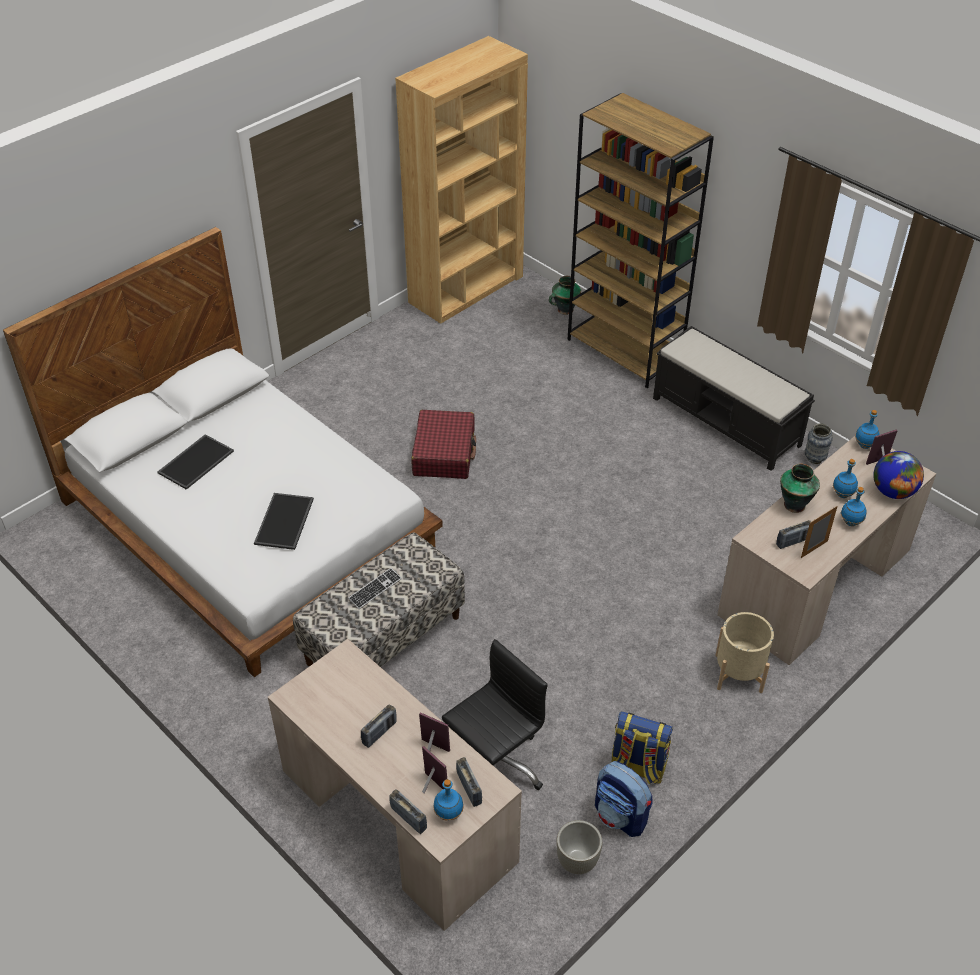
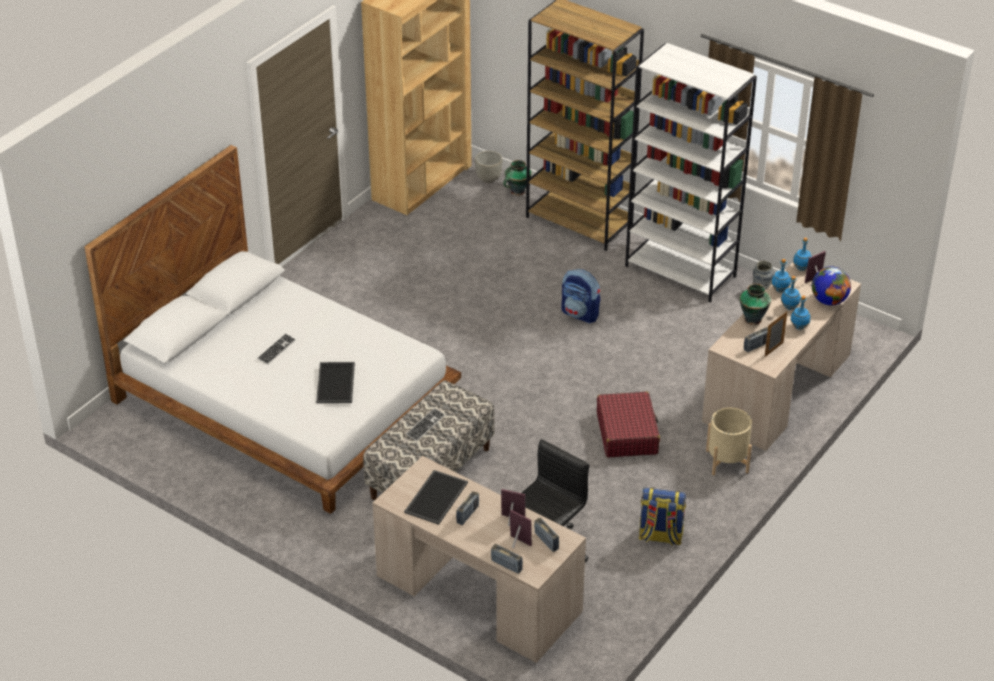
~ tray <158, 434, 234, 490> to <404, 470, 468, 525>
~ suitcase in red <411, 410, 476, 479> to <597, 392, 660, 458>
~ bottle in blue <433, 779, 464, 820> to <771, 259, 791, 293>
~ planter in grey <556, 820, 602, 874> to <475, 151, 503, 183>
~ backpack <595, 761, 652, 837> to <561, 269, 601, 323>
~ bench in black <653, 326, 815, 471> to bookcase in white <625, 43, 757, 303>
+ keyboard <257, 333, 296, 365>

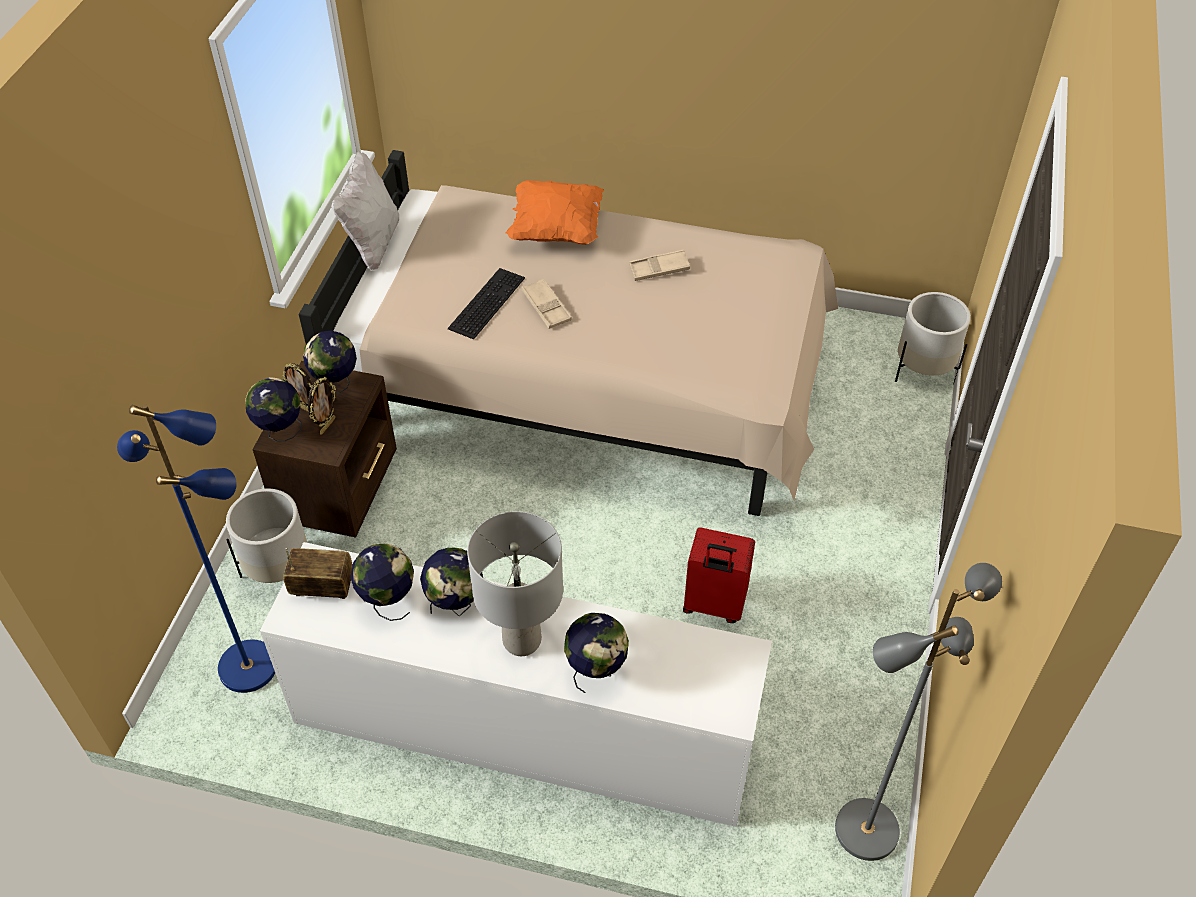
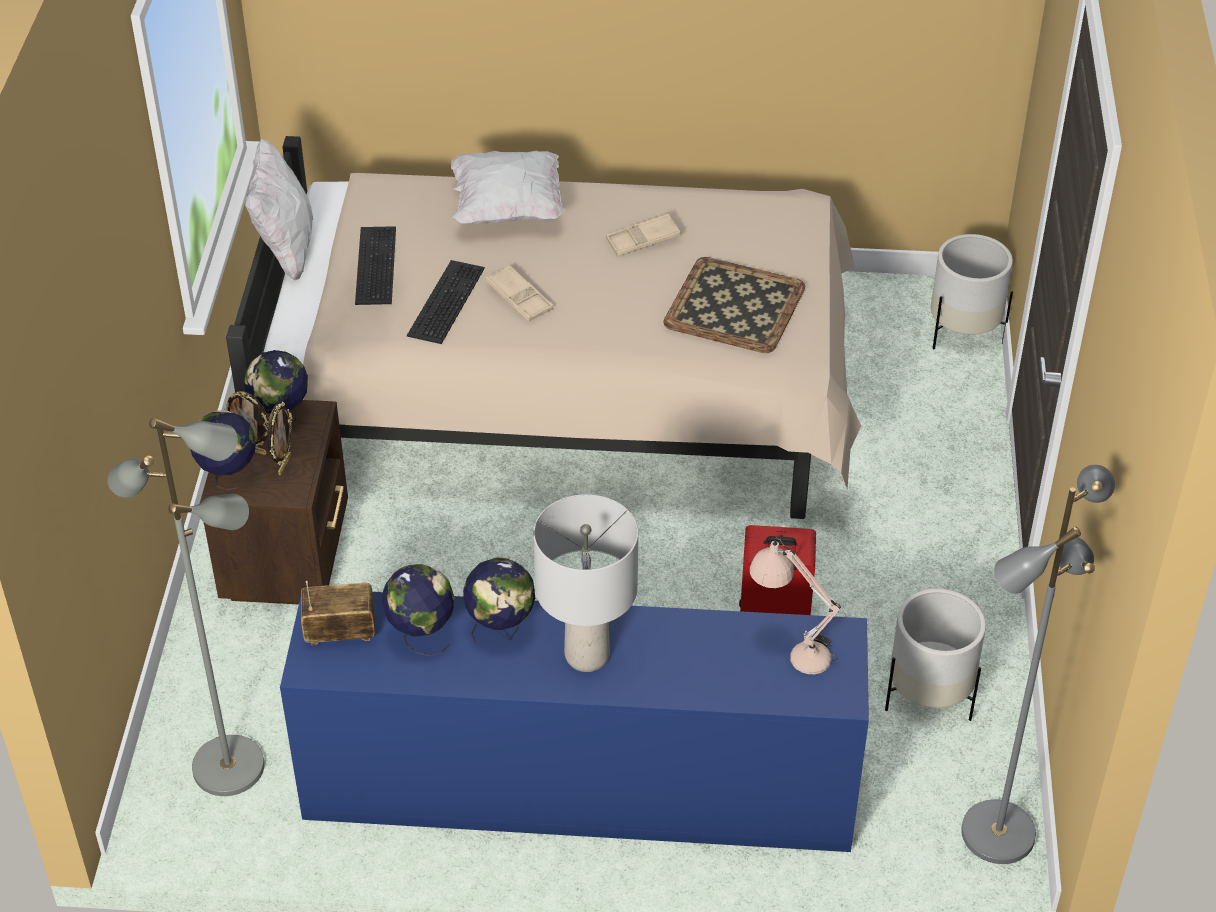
~ floor lamp in blue <117, 405, 275, 693> to floor lamp in grey <108, 418, 264, 796>
~ planter in white <226, 488, 307, 583> to <885, 588, 986, 721>
~ dresser in white <260, 542, 772, 827> to dresser in blue <280, 592, 869, 852>
~ pillow in orange <506, 180, 604, 245> to pillow in white <451, 151, 565, 225>
- globe <564, 613, 629, 693>
+ keyboard <355, 226, 396, 305>
+ tray <663, 257, 805, 353>
+ table lamp in beige <750, 538, 841, 674>

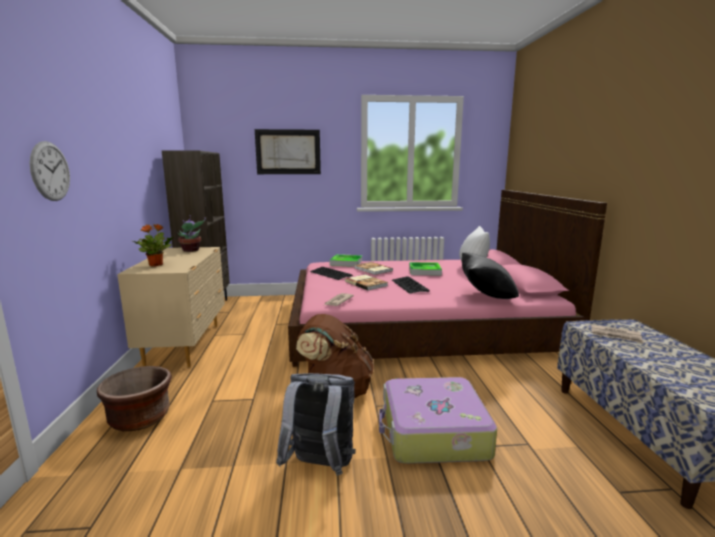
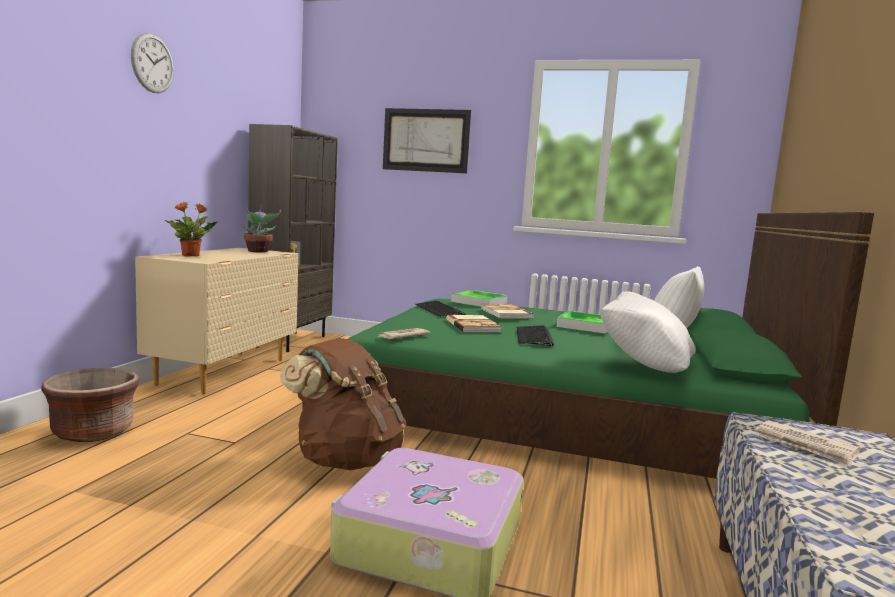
~ wall clock <30, 141, 70, 201> to <131, 33, 174, 93>
- backpack in grey <276, 373, 356, 476>
~ bed in pink <288, 190, 607, 367> to bed in green <348, 212, 874, 479>
~ pillow in black <462, 253, 519, 299> to pillow in white <601, 291, 696, 373>

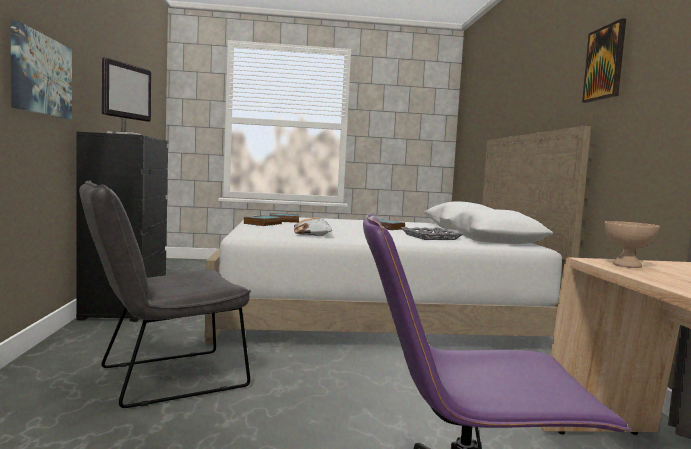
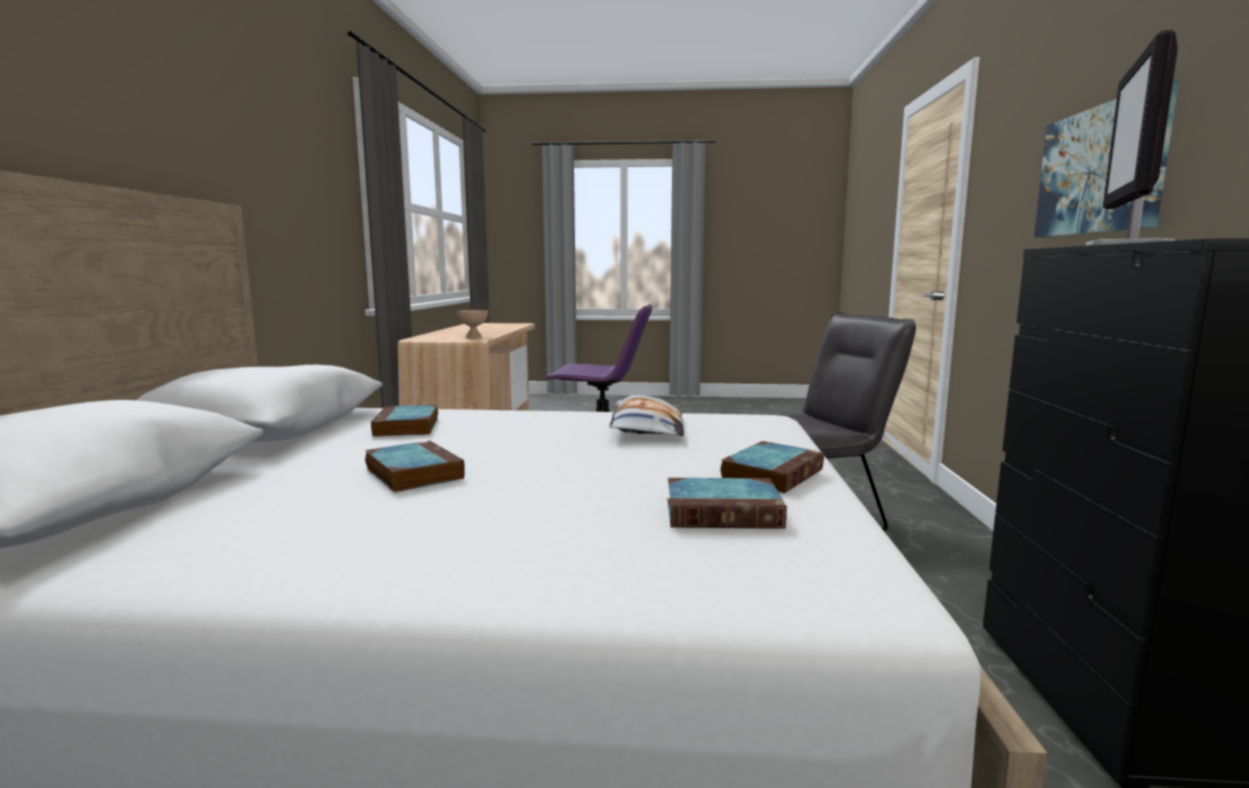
~ tray in grey <401, 227, 463, 240> to book <371, 404, 438, 437>
- picture <582, 18, 626, 103>

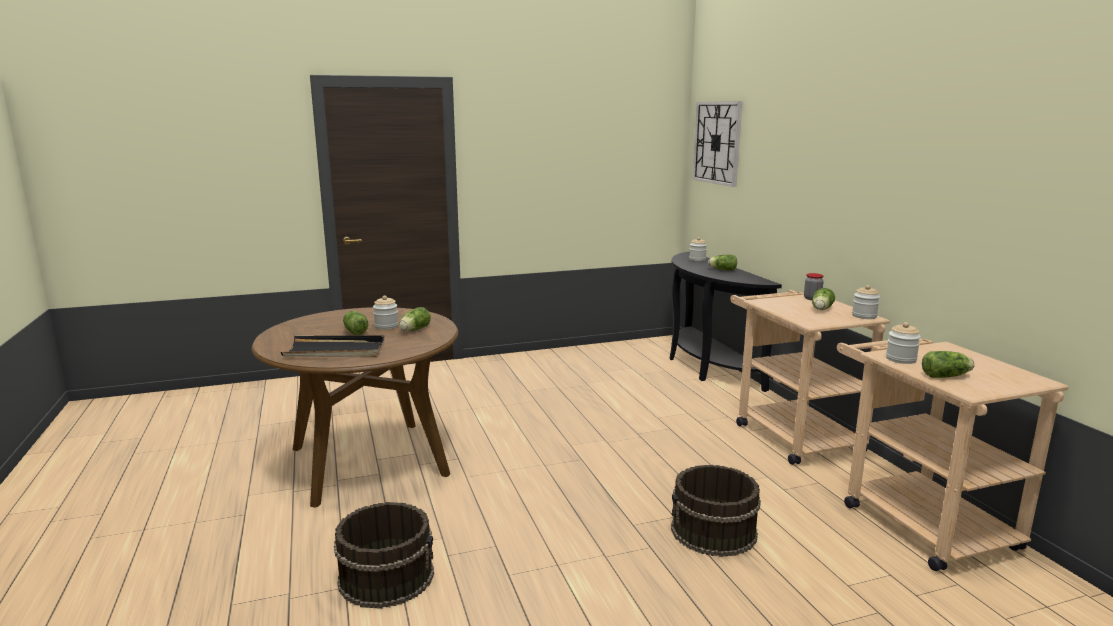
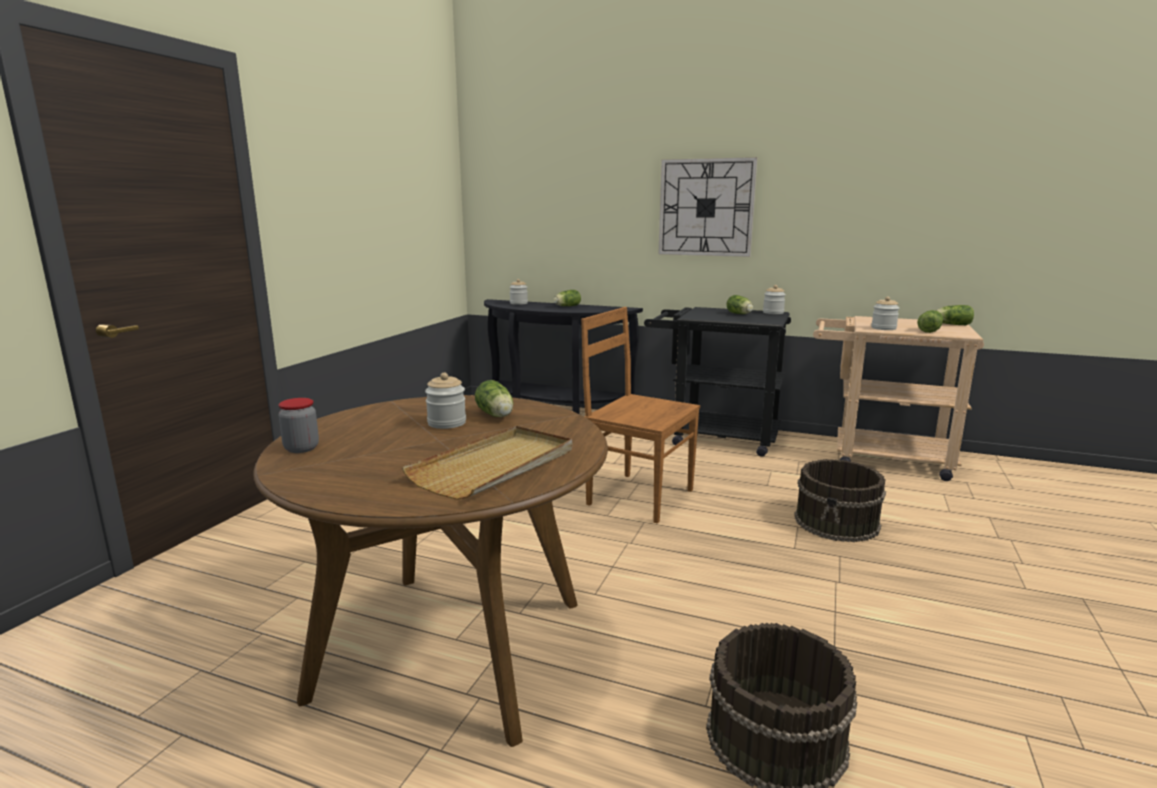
~ tray in black <281, 336, 385, 357> to tray in beige <402, 426, 572, 500>
~ lettuce <343, 311, 368, 335> to <936, 305, 974, 325>
~ wall clock <692, 101, 742, 187> to <658, 157, 757, 257>
~ cart in beige <730, 290, 890, 465> to cart in black <644, 307, 791, 457>
~ jar <804, 273, 824, 300> to <278, 398, 319, 453>
+ chair in brown <581, 307, 700, 524>

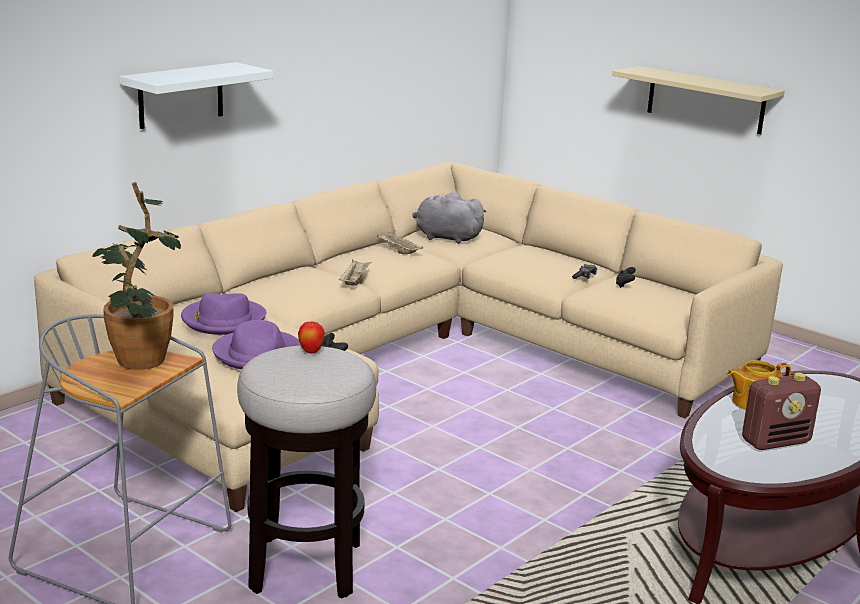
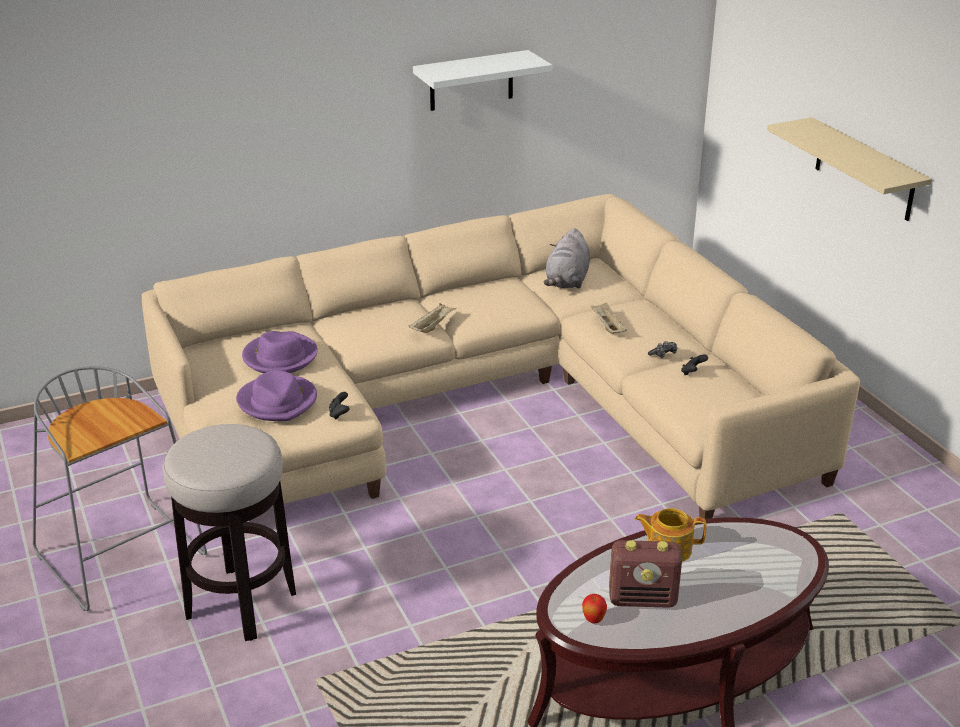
- potted plant <93, 182, 181, 370>
~ shelf in white <120, 62, 273, 129> to <413, 50, 552, 111>
~ apple <298, 321, 325, 354> to <582, 594, 607, 623>
~ tray in beige <377, 232, 423, 254> to <591, 303, 627, 334>
~ plush toy in grey <412, 192, 487, 244> = <543, 228, 590, 289> 120 degrees counterclockwise

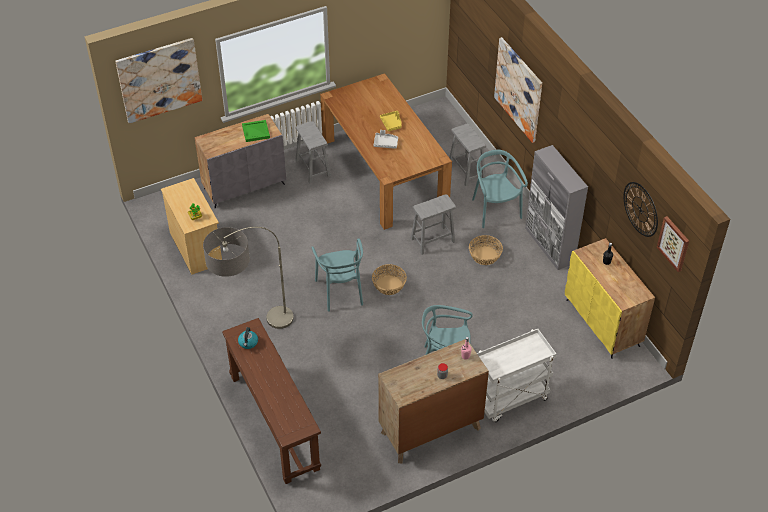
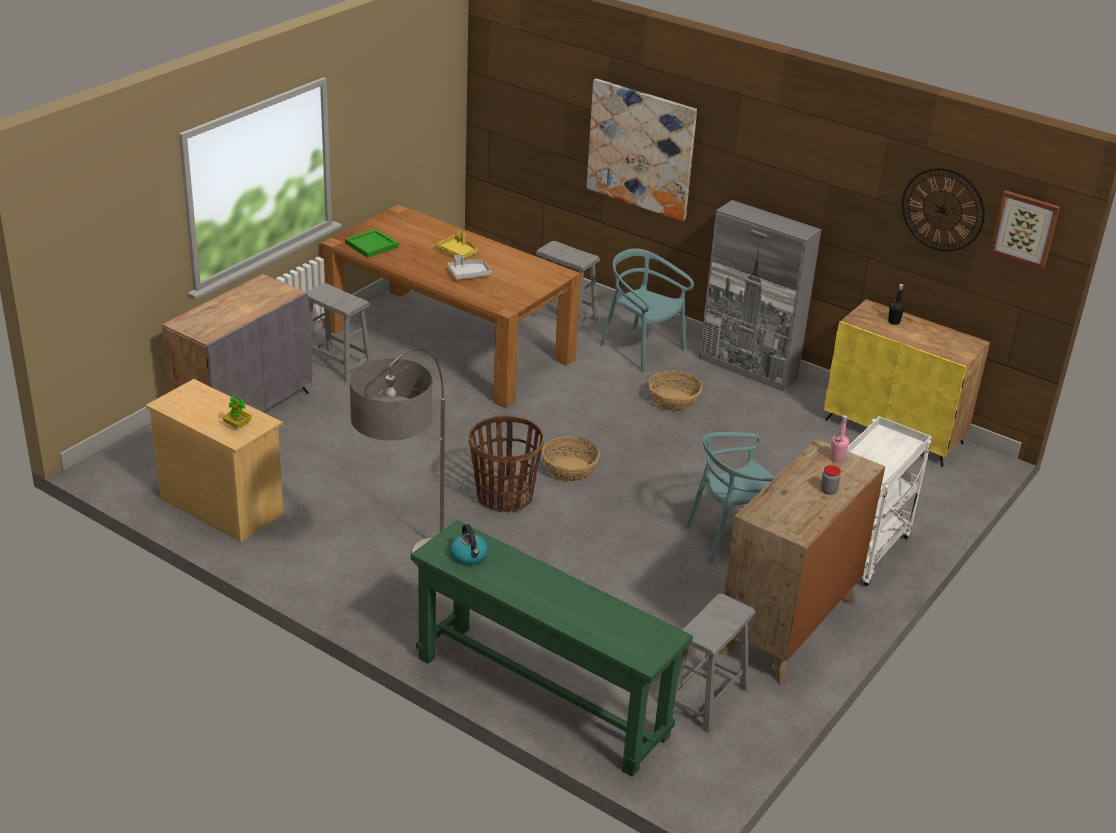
- picture <115, 38, 202, 124>
~ console table in brown <222, 318, 321, 484> to console table in green <411, 520, 693, 777>
~ tray in green <242, 120, 270, 142> to <345, 229, 399, 258>
~ chair in turquoise <311, 238, 363, 312> to basket <469, 416, 544, 513>
~ stool in grey <411, 194, 456, 255> to <675, 594, 755, 733>

